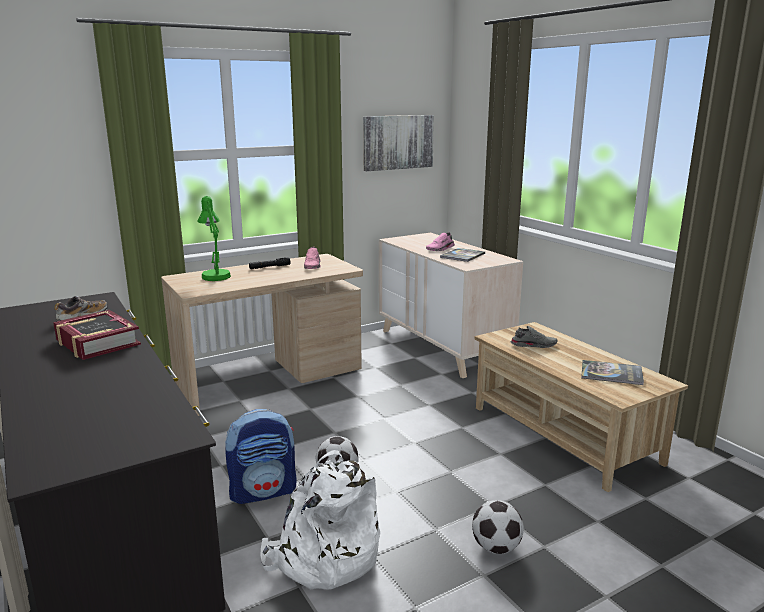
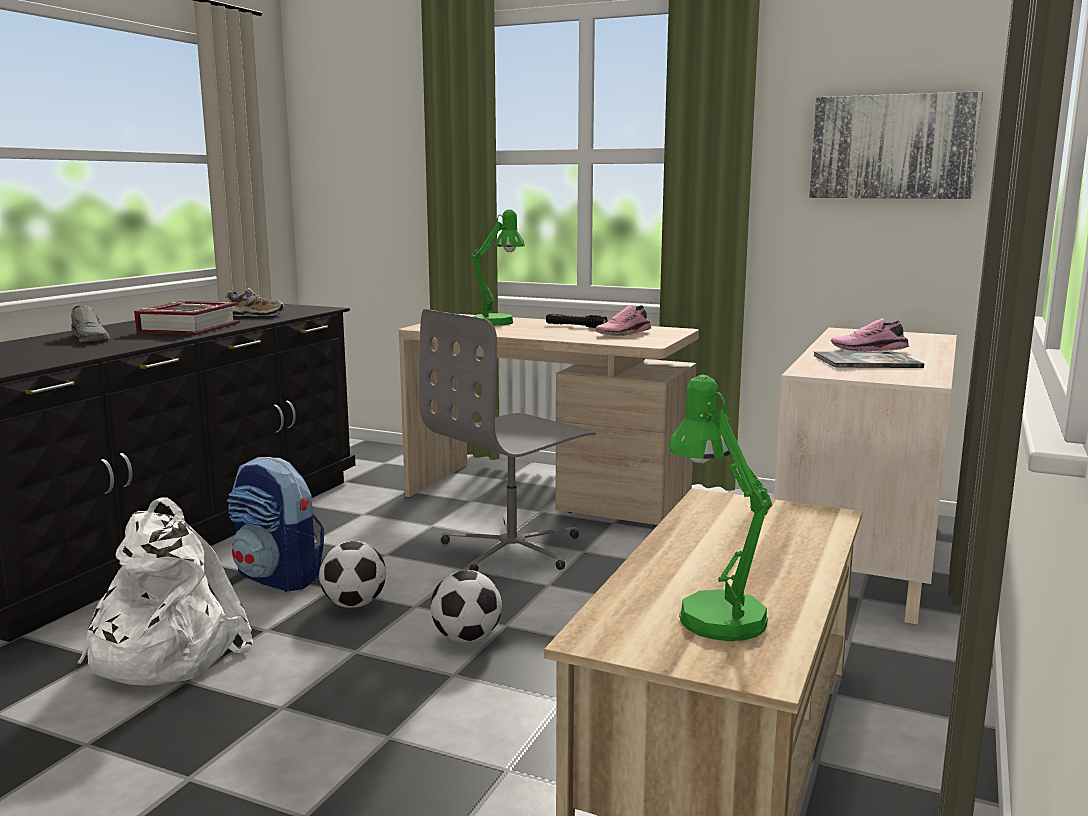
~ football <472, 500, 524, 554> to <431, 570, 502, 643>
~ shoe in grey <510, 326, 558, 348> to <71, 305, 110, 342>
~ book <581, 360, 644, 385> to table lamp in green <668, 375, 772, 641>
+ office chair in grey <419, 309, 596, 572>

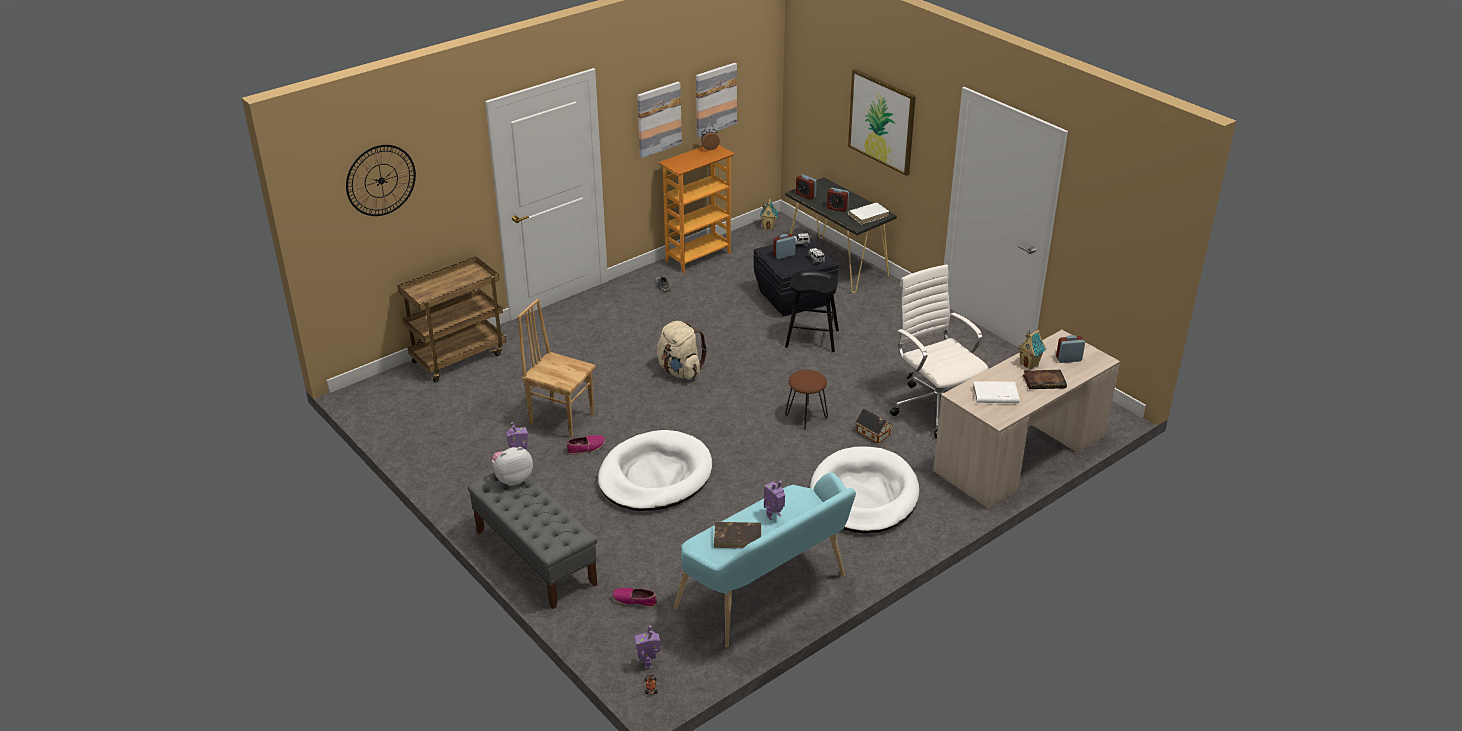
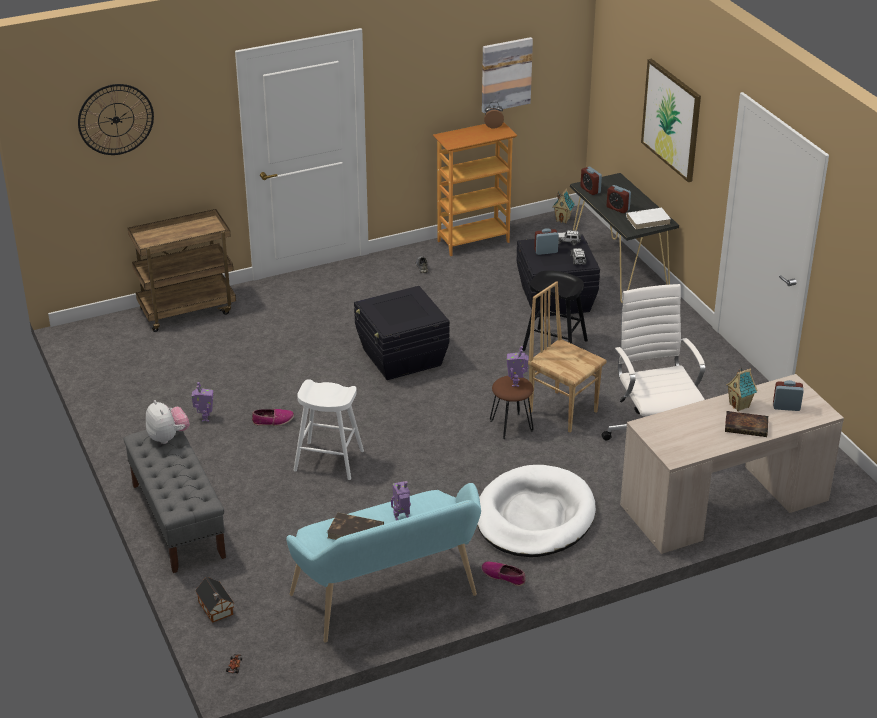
~ plush toy <492, 447, 533, 486> = <146, 400, 190, 444> 75 degrees clockwise
~ chair in brown <518, 298, 596, 438> to <528, 281, 607, 433>
~ dog bed in white <598, 430, 712, 511> to stool in white <293, 379, 364, 480>
~ shoe <612, 588, 657, 607> to <481, 561, 526, 586>
~ toy robot <635, 625, 660, 669> to <507, 346, 529, 387>
- picture <637, 82, 682, 158>
~ backpack in beige <657, 321, 707, 379> to storage box in black <354, 286, 450, 380>
~ toy house <856, 409, 892, 443> to <195, 577, 234, 623>
- book in white <973, 381, 1020, 403>

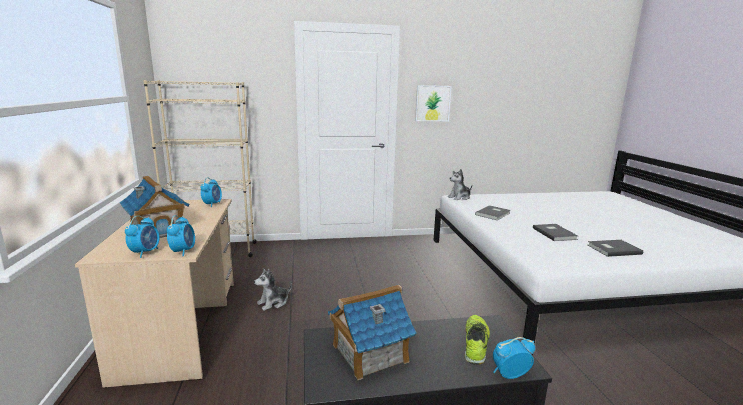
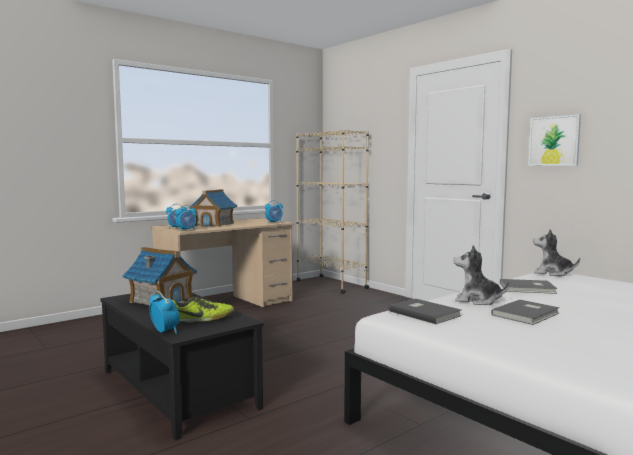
~ plush toy <254, 268, 292, 311> to <454, 245, 510, 305>
~ book in grey <588, 240, 643, 257> to <389, 299, 462, 324>

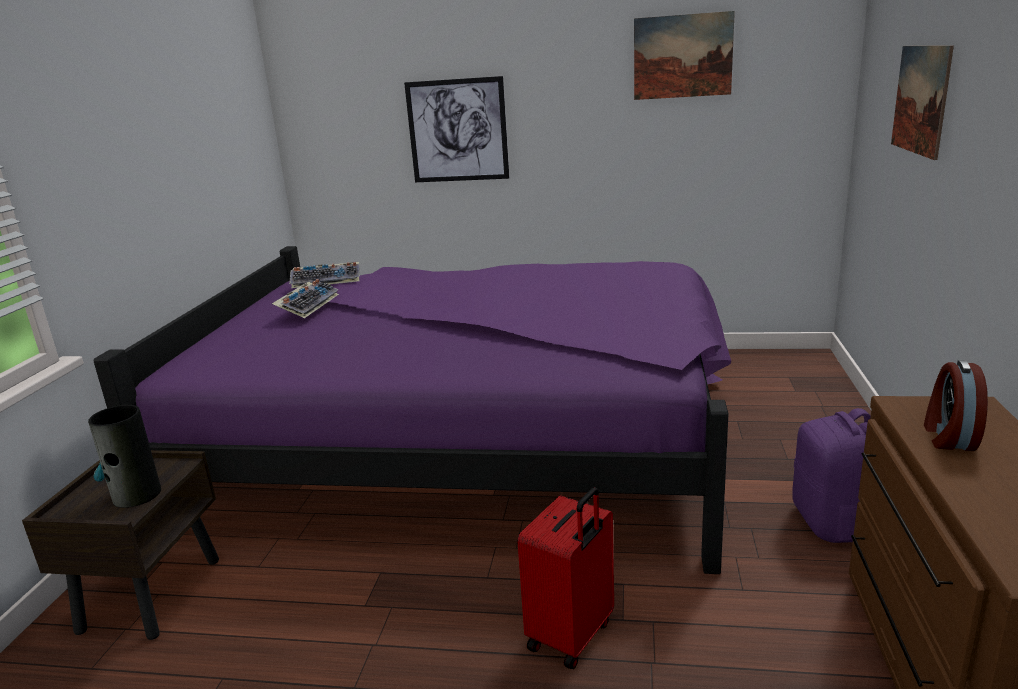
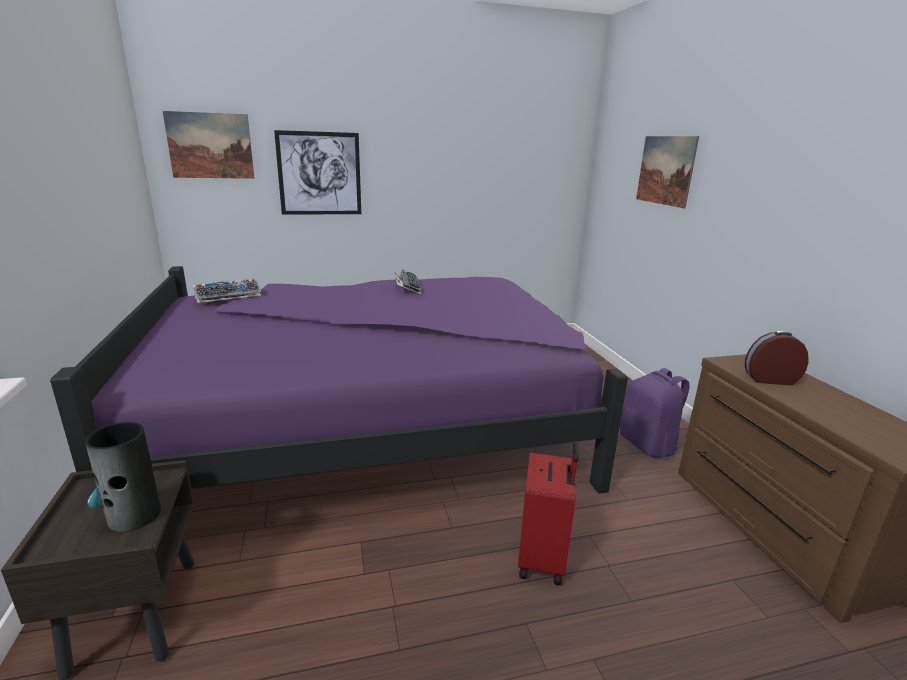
~ keyboard <272, 279, 339, 318> to <394, 269, 422, 295>
~ picture <634, 11, 735, 100> to <163, 111, 254, 179>
~ alarm clock <924, 360, 988, 451> = <745, 331, 809, 386> 105 degrees clockwise

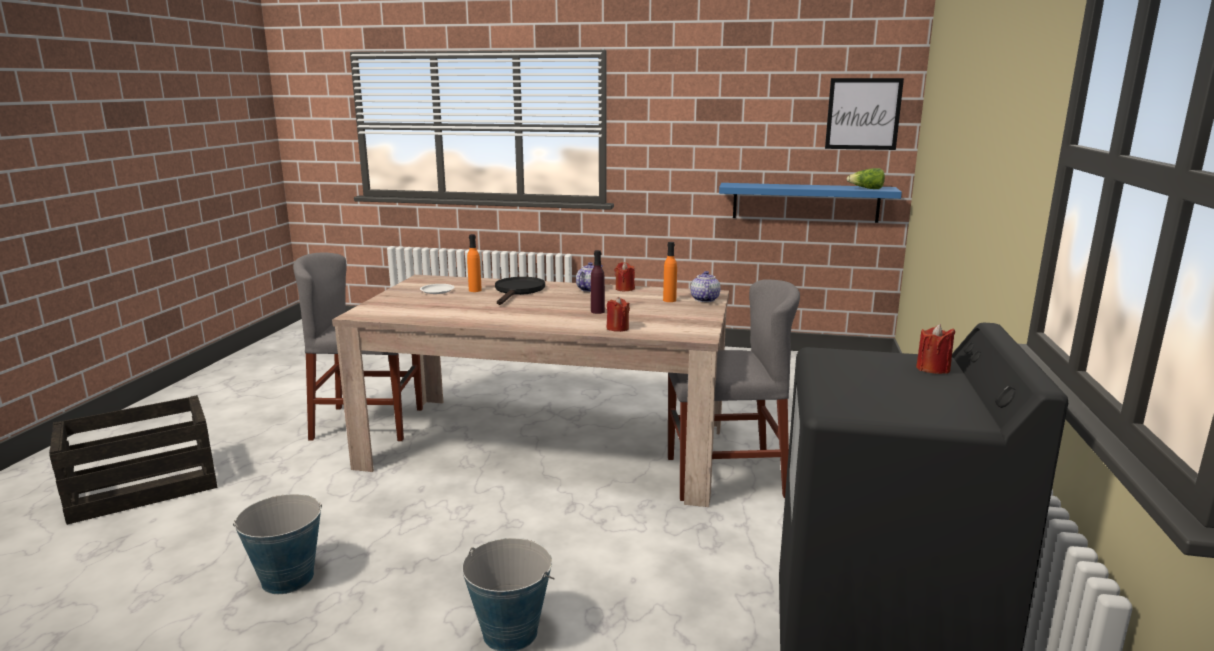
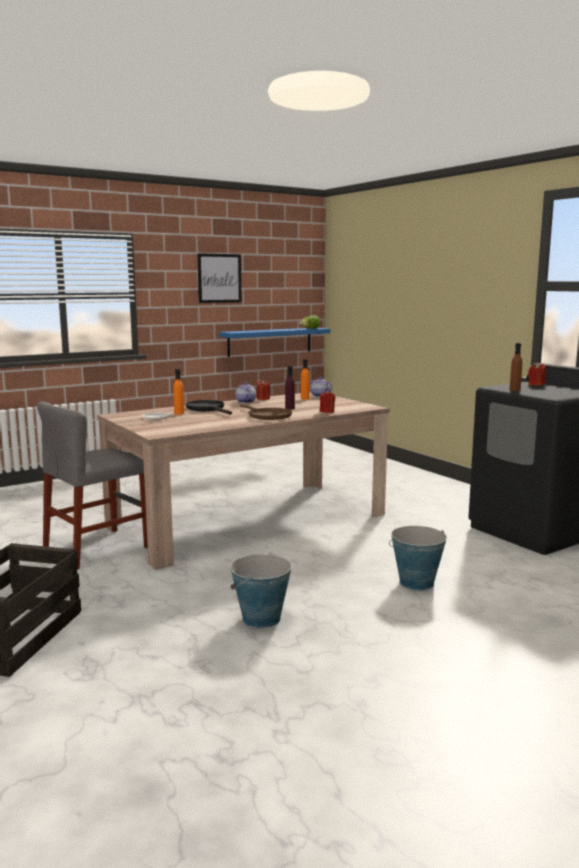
- chair in grey <668, 279, 800, 501>
~ picture <825, 78, 904, 150> to <197, 253, 241, 303>
+ frying pan in brown <240, 404, 292, 420>
+ bottle in brown <510, 343, 522, 391>

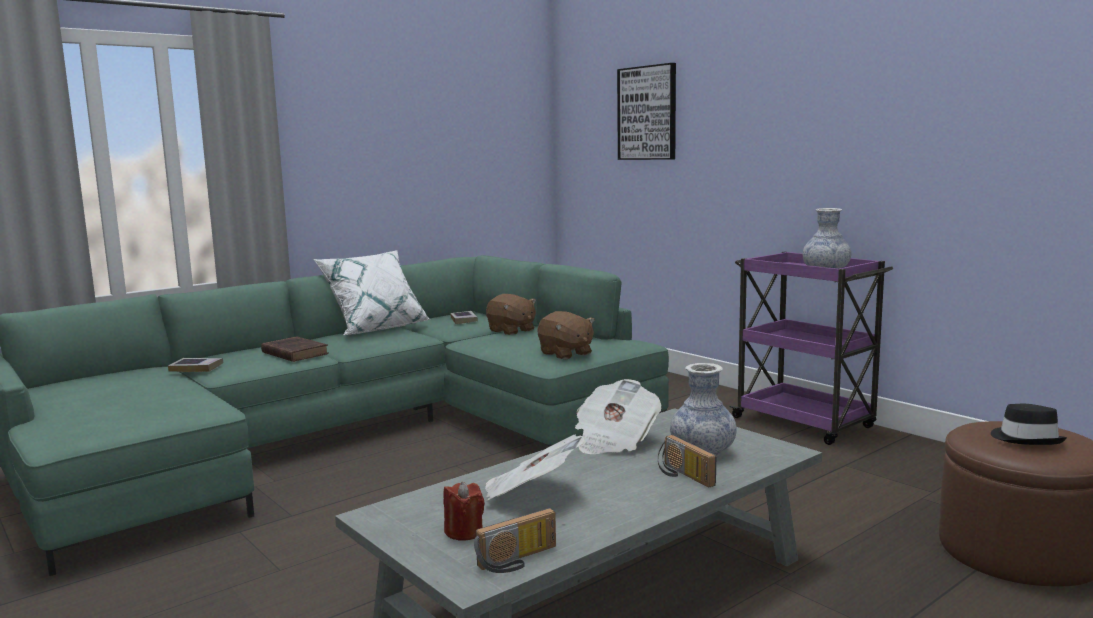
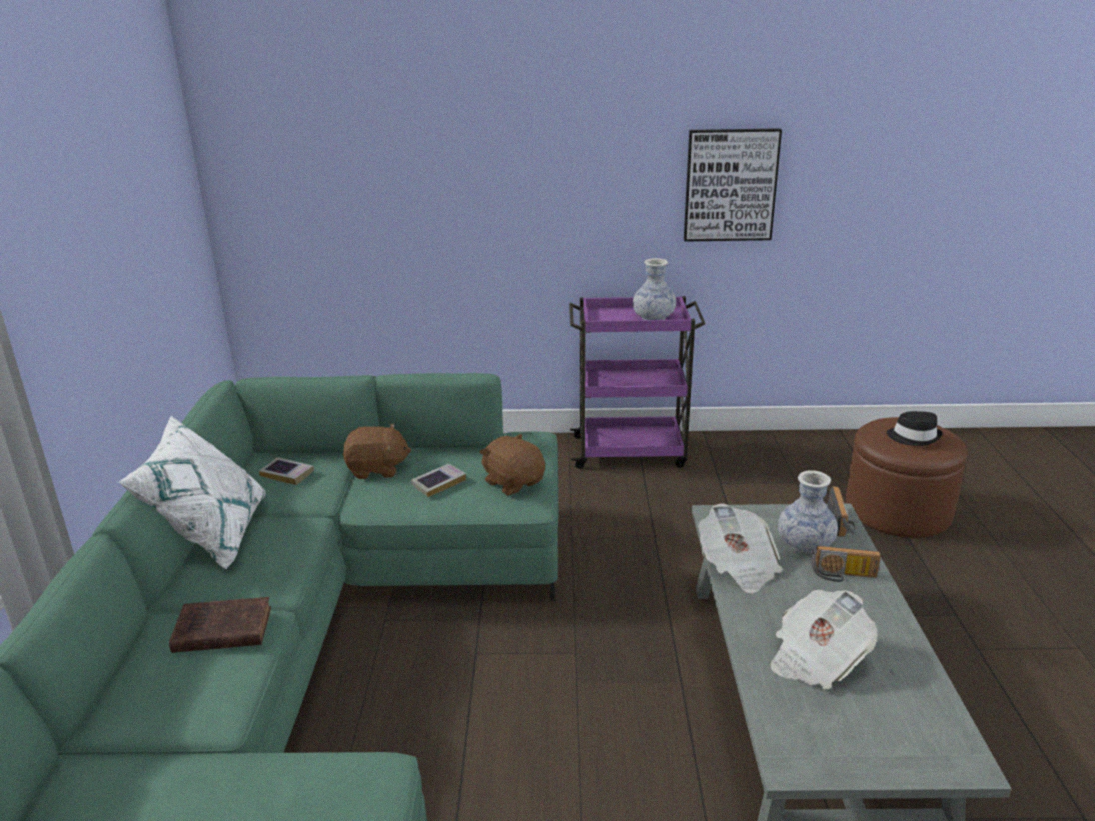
~ book <168, 358, 224, 372> to <411, 464, 466, 497>
- candle in red <443, 482, 485, 541>
~ radio <474, 508, 556, 573> to <828, 486, 855, 537>
~ plush toy in brown <537, 311, 595, 360> = <479, 434, 545, 496> 135 degrees counterclockwise
~ picture <617, 63, 676, 160> to <684, 128, 782, 242>

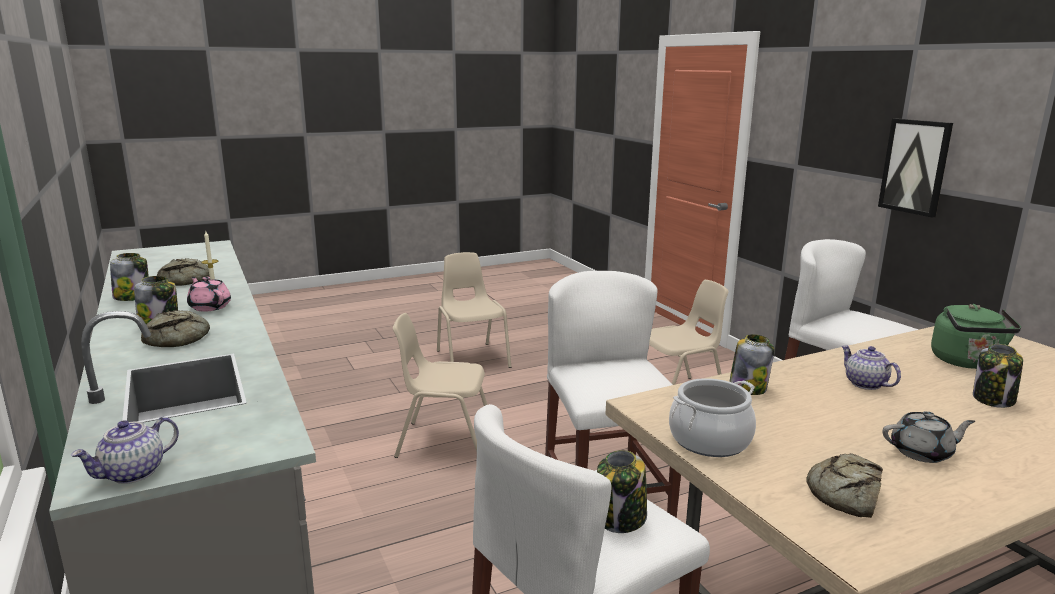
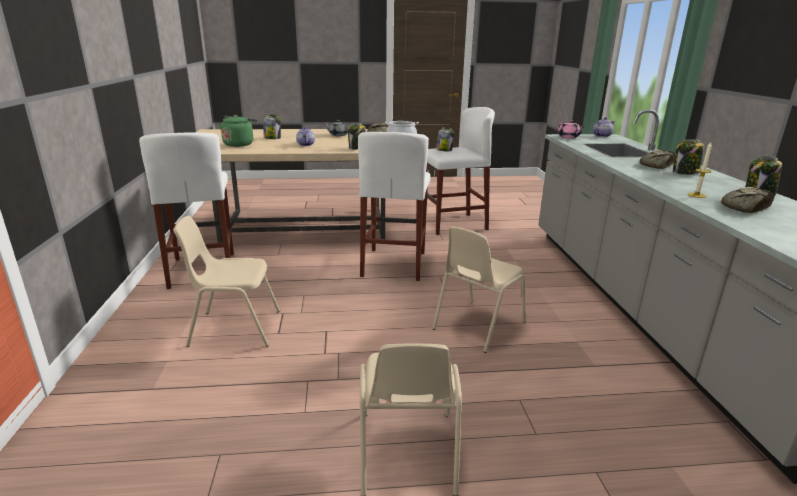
~ teapot in pink <187, 277, 231, 312> to <558, 120, 584, 139>
~ chair in beige <393, 313, 488, 458> = <432, 226, 526, 353> 105 degrees clockwise
- picture <878, 118, 953, 218>

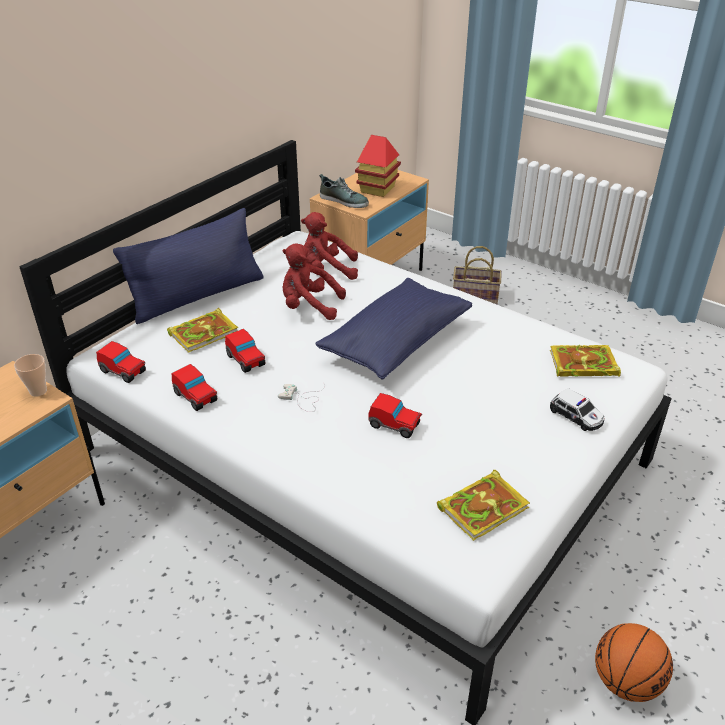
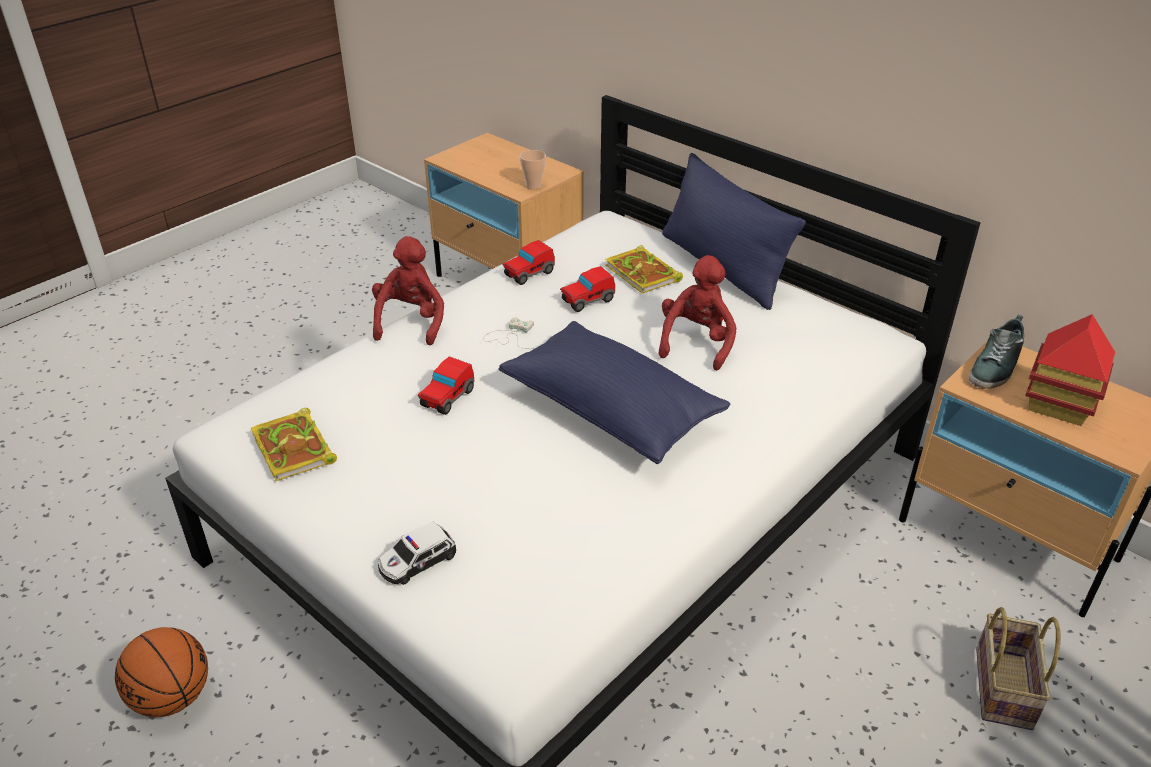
- toy car <96, 341, 146, 383>
~ plush toy in red <301, 212, 358, 280> to <372, 236, 444, 345>
- book <550, 345, 621, 377>

